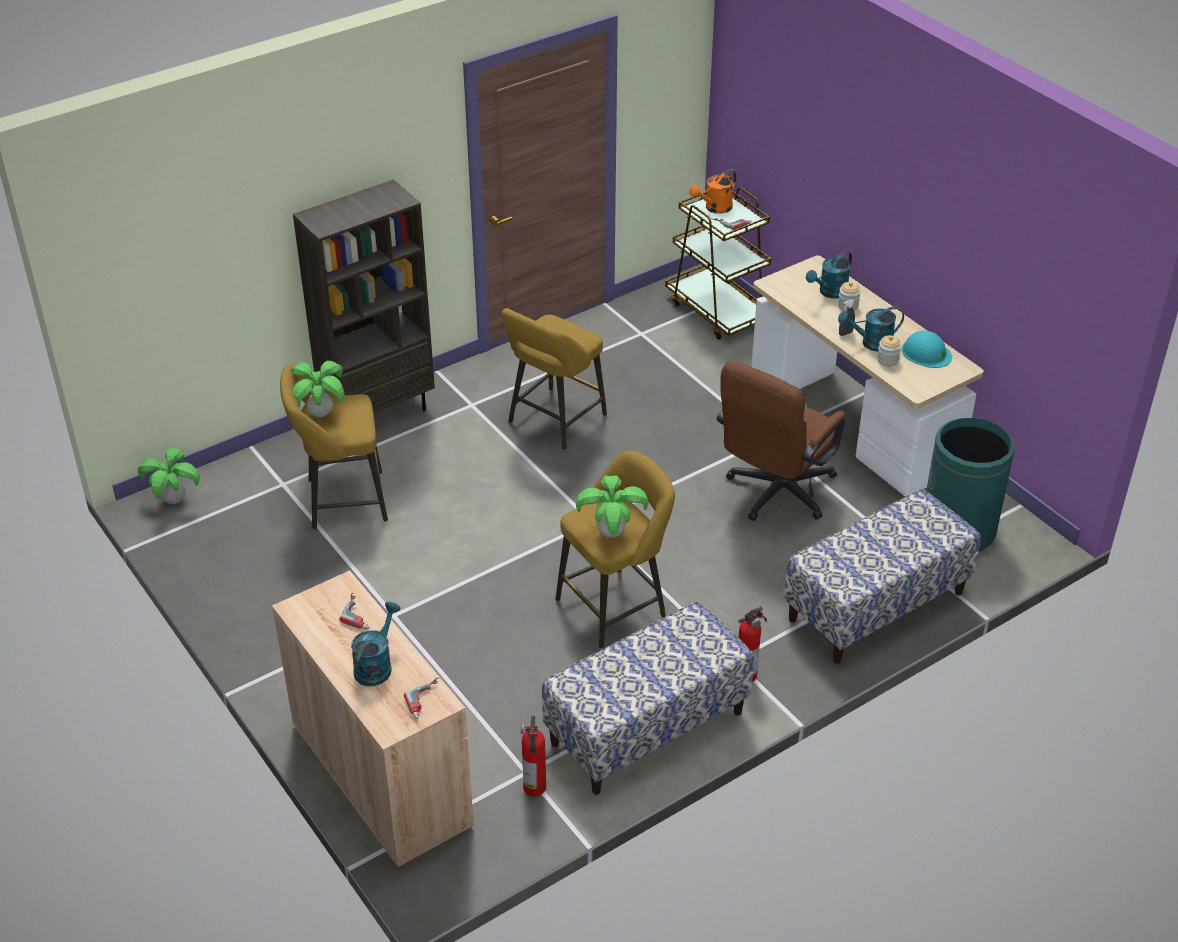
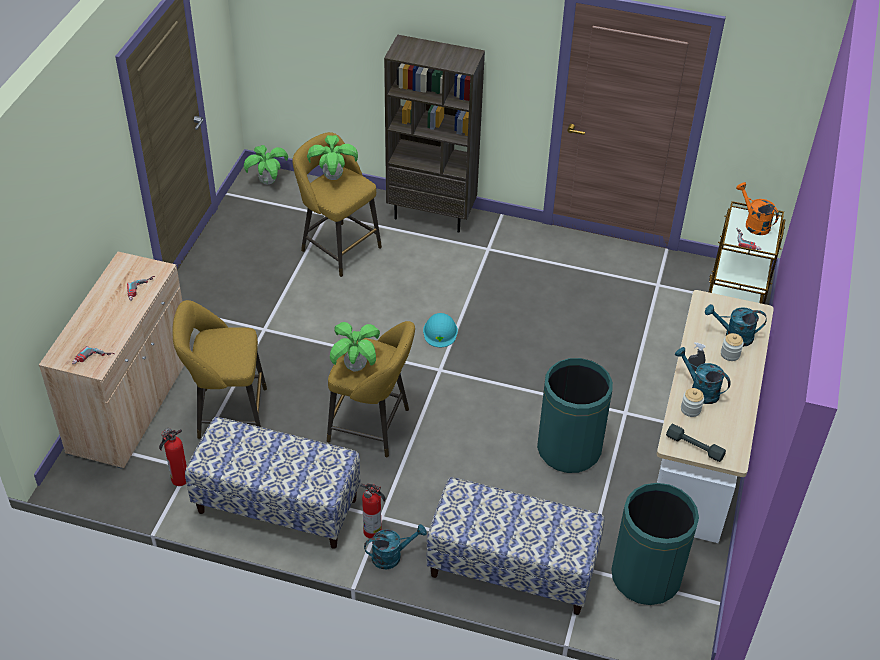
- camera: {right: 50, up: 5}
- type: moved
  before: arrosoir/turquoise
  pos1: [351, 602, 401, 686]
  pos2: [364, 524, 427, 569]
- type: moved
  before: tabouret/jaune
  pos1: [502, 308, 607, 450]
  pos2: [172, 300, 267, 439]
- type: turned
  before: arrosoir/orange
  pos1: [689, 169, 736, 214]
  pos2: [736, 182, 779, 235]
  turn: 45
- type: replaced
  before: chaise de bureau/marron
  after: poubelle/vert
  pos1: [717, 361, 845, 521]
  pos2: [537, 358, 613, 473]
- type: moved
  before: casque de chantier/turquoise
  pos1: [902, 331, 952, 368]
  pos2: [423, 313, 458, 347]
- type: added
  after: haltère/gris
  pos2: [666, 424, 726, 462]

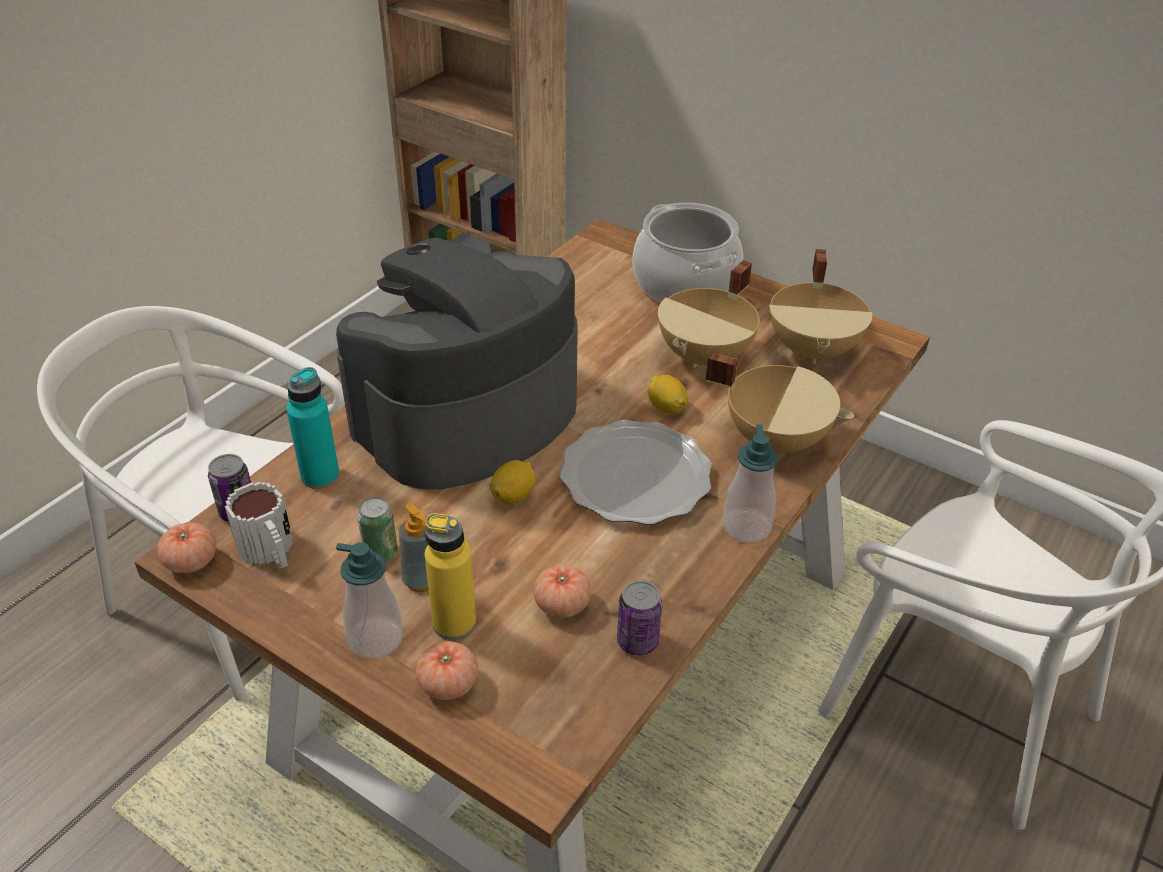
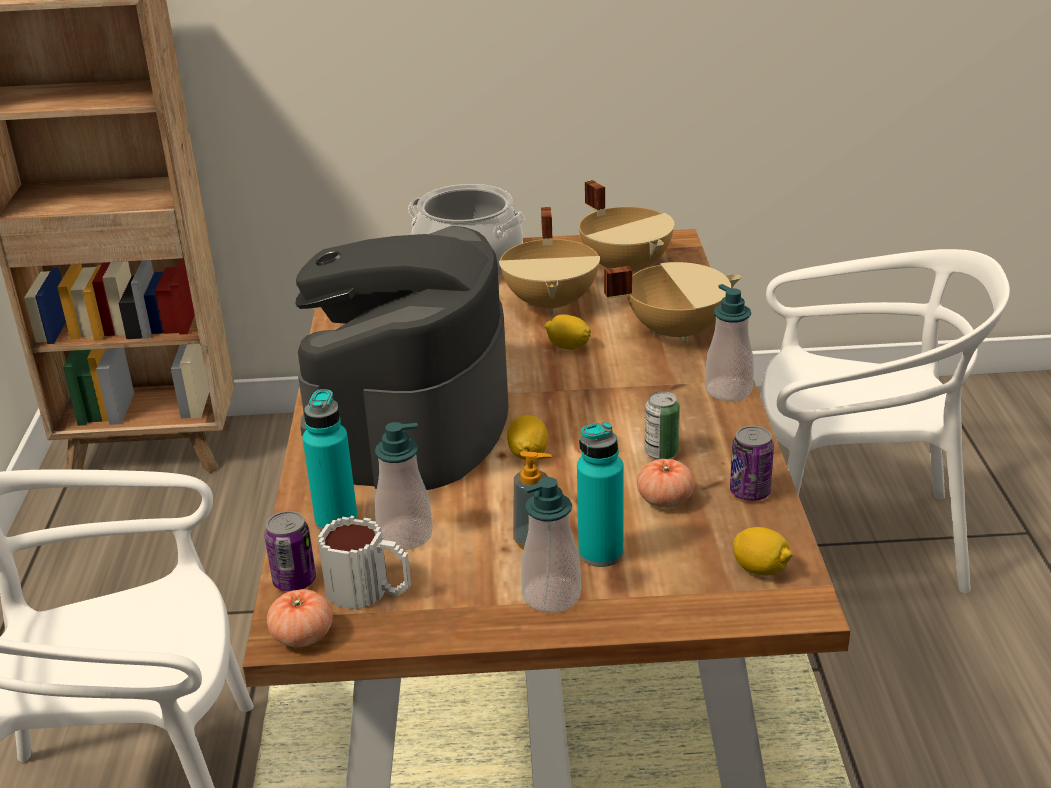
- camera: {right: -35, up: -10}
- type: moved
  before: boîte métallique
  pos1: [357, 497, 398, 562]
  pos2: [645, 391, 680, 459]
- type: removed
  before: tomate
  pos1: [415, 641, 478, 700]
- type: recoloured
  before: bouteille/jaune
  after: bouteille/turquoise
  pos1: [424, 513, 476, 640]
  pos2: [577, 422, 623, 567]
- type: removed
  before: assiette
  pos1: [559, 420, 712, 525]
- type: added
  after: distributeur de savon
  pos2: [375, 422, 433, 550]
- type: added
  after: citron
  pos2: [733, 527, 793, 576]

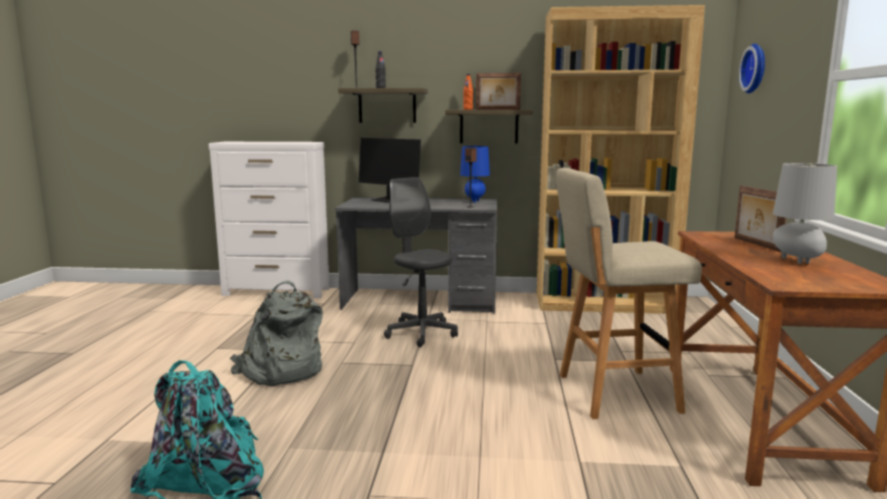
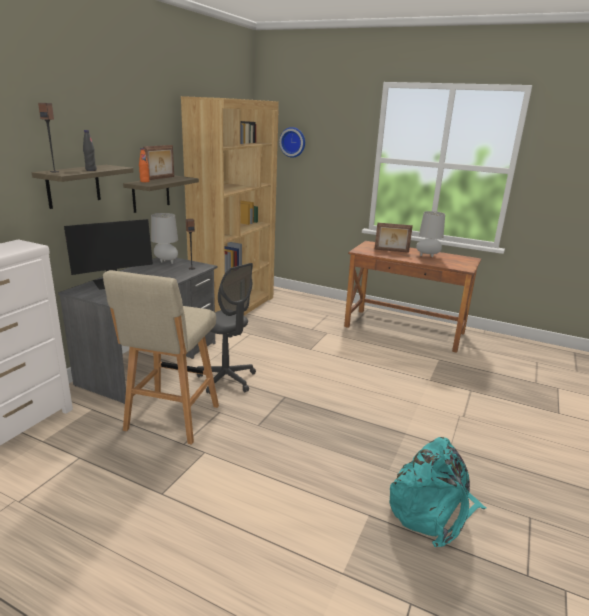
- camera: {right: -70, up: 10}
- type: removed
  before: sac à dos/gris
  pos1: [230, 280, 323, 386]
- type: turned
  before: chaise de bureau/gris
  pos1: [384, 177, 458, 347]
  pos2: [197, 263, 256, 394]
  turn: -120
- type: recoloured
  before: lampe de table/bleu
  after: lampe de table/gris
  pos1: [460, 146, 490, 203]
  pos2: [151, 213, 178, 264]
- type: moved
  before: tabouret/beige
  pos1: [556, 168, 702, 419]
  pos2: [103, 270, 219, 445]

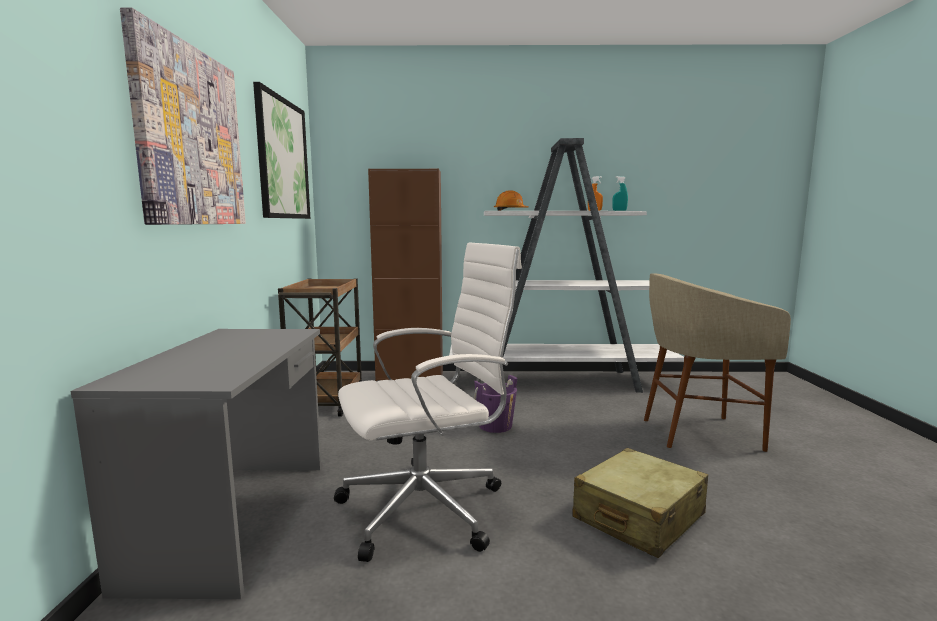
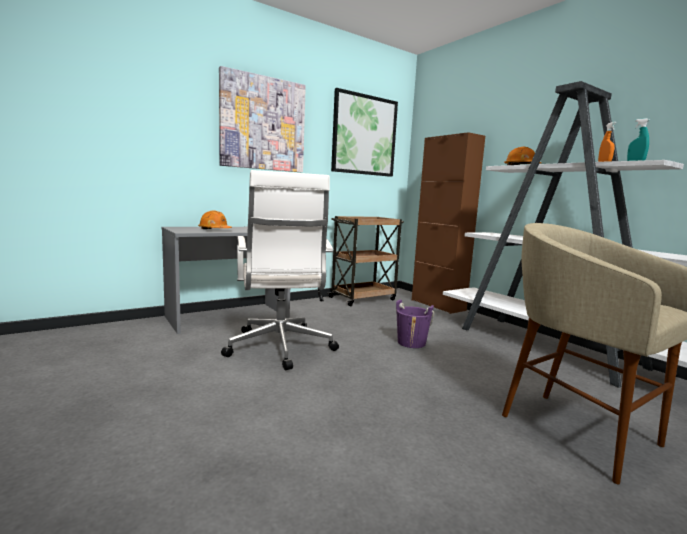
- camera: {right: 55, up: 0}
- type: turned
  before: chaise de bureau/blanc
  pos1: [334, 242, 522, 562]
  pos2: [221, 170, 339, 370]
  turn: 45
- type: removed
  before: valise/beige
  pos1: [572, 448, 708, 558]
- type: added
  after: casque de chantier/orange
  pos2: [198, 210, 232, 229]

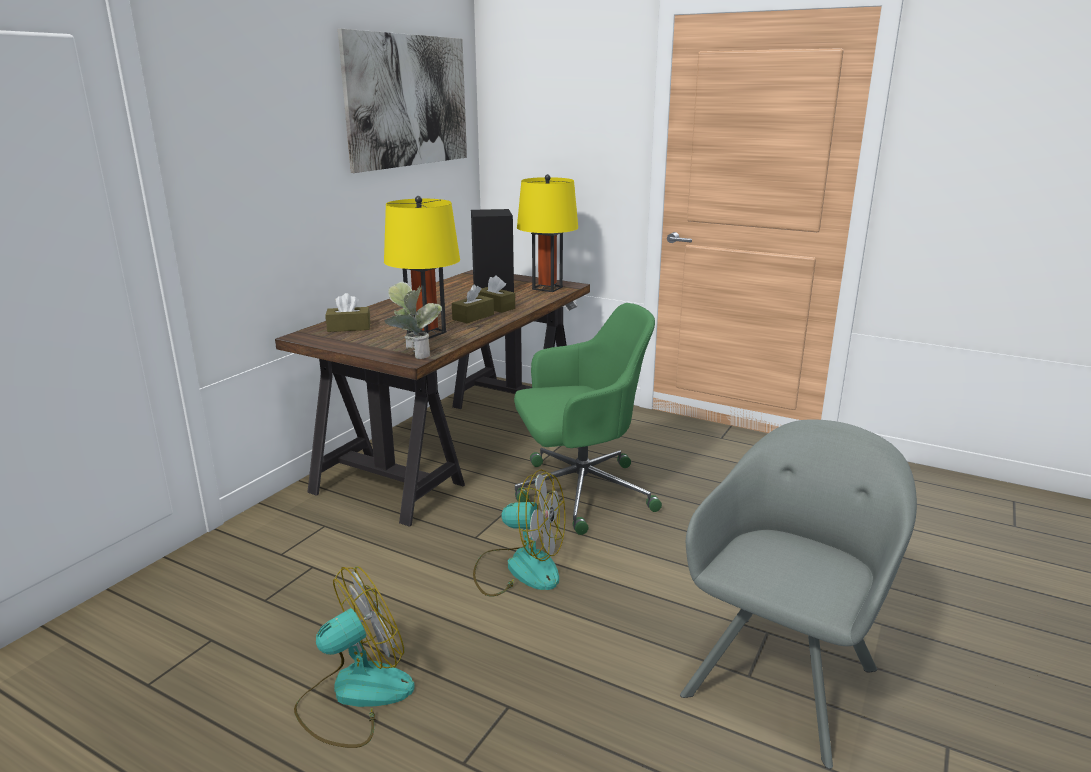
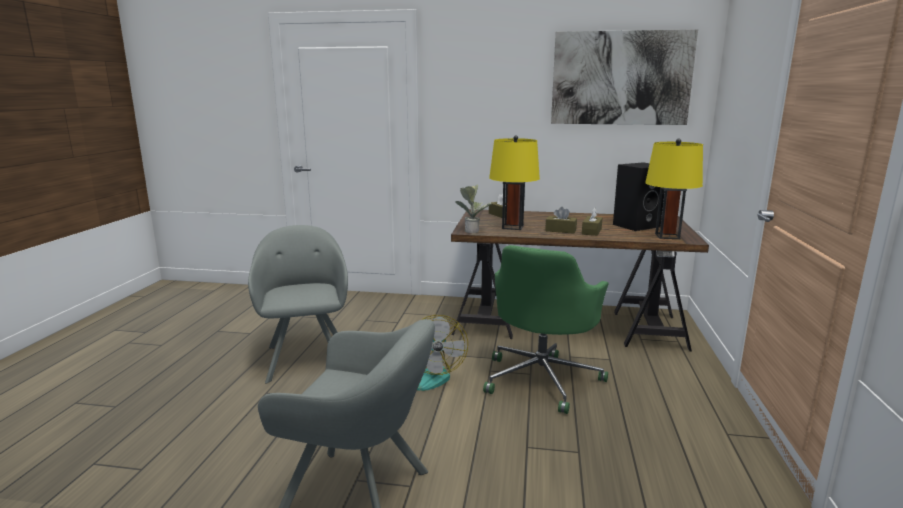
- camera: {right: 70, up: -5}
- type: replaced
  before: ventilateur
  after: fauteuil/gris
  pos1: [294, 566, 415, 748]
  pos2: [248, 225, 348, 383]
- type: turned
  before: chaise de bureau/vert
  pos1: [514, 303, 662, 535]
  pos2: [483, 245, 609, 414]
  turn: 60

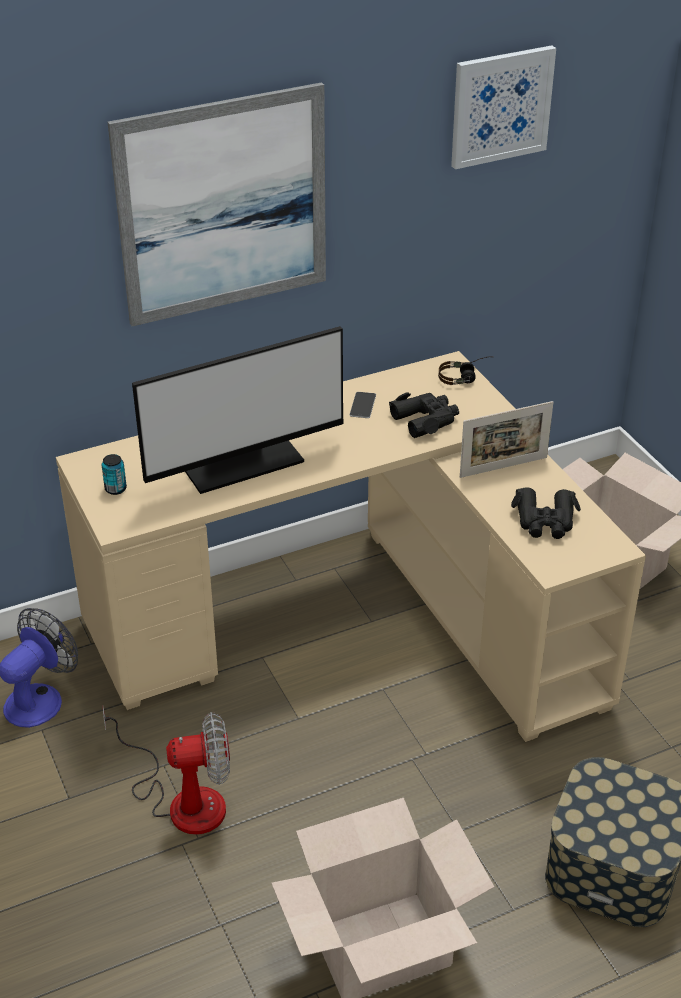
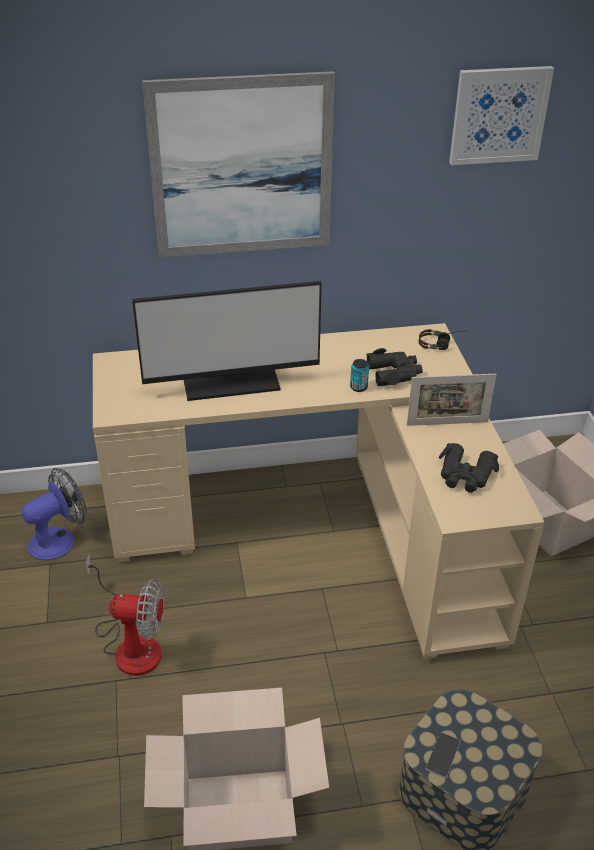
- camera: {right: 15, up: 0}
- type: moved
  before: boîte métallique
  pos1: [102, 454, 127, 495]
  pos2: [350, 359, 369, 392]
- type: moved
  before: téléphone
  pos1: [350, 392, 376, 418]
  pos2: [426, 732, 460, 778]

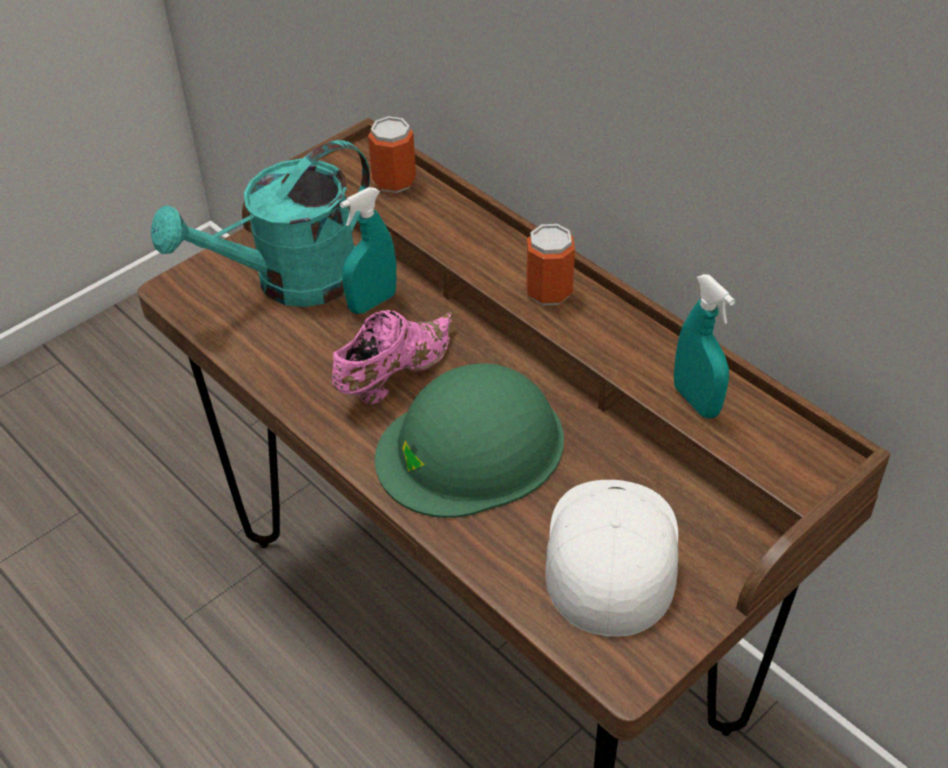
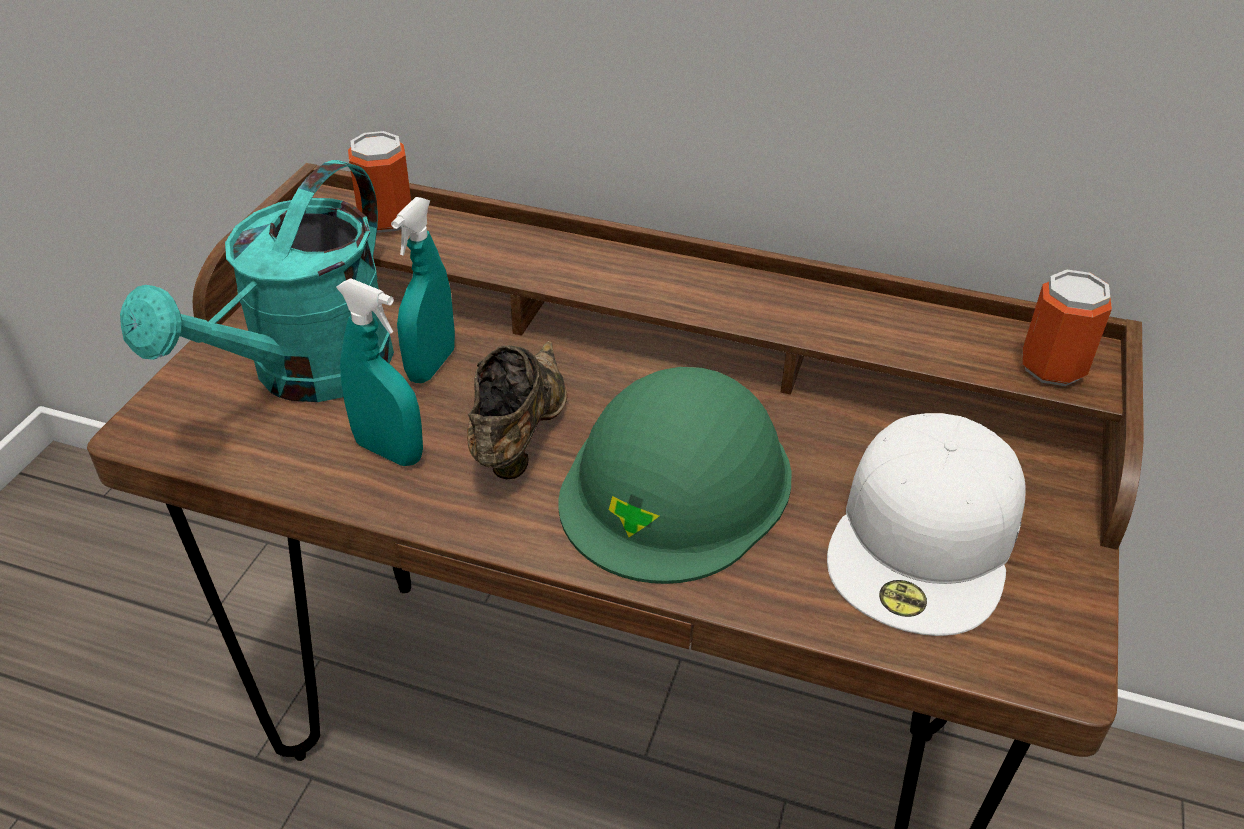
- camera: {right: -30, up: -5}
- type: recoloured
  before: chaussure/rose
  after: chaussure/marron
  pos1: [332, 310, 453, 404]
  pos2: [467, 341, 568, 479]
- type: moved
  before: boîte métallique
  pos1: [526, 224, 575, 305]
  pos2: [1022, 270, 1112, 386]
- type: turned
  before: casquette/blanc
  pos1: [546, 480, 678, 637]
  pos2: [827, 413, 1026, 636]
  turn: -135
- type: moved
  before: vaporisateur/turquoise
  pos1: [674, 274, 735, 419]
  pos2: [336, 278, 423, 466]

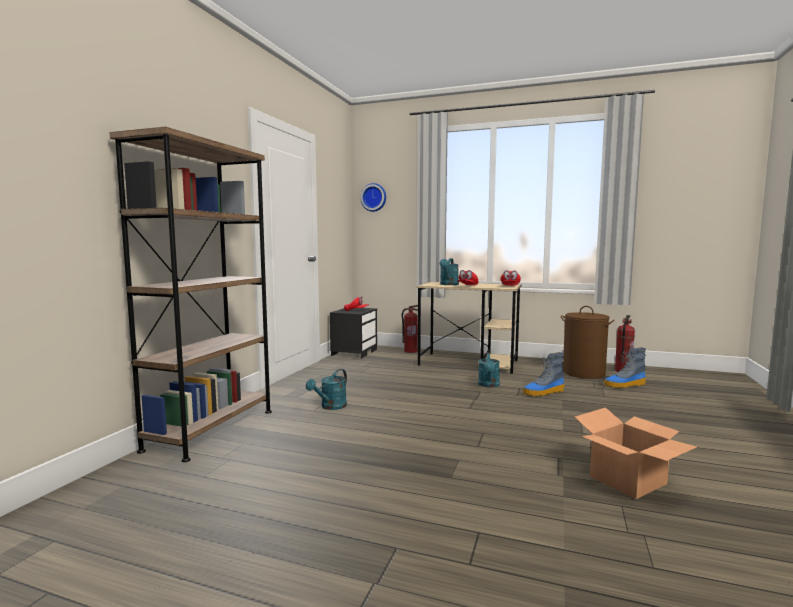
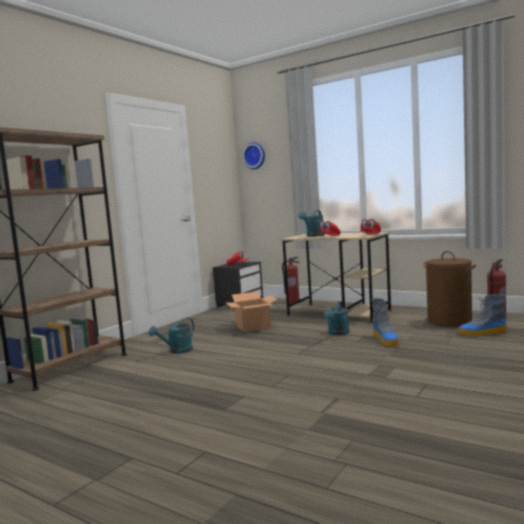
- camera: {right: 15, up: 0}
- type: turned
  before: botte
  pos1: [523, 352, 564, 397]
  pos2: [371, 298, 399, 347]
  turn: -90
- type: moved
  before: carton
  pos1: [575, 407, 697, 499]
  pos2: [226, 291, 278, 332]

